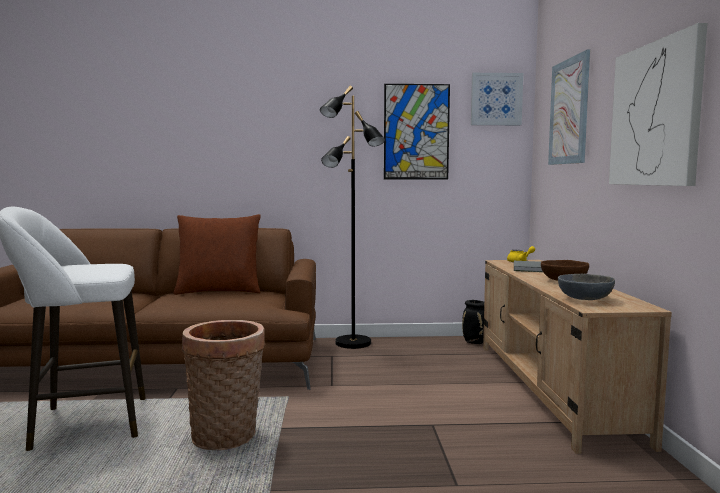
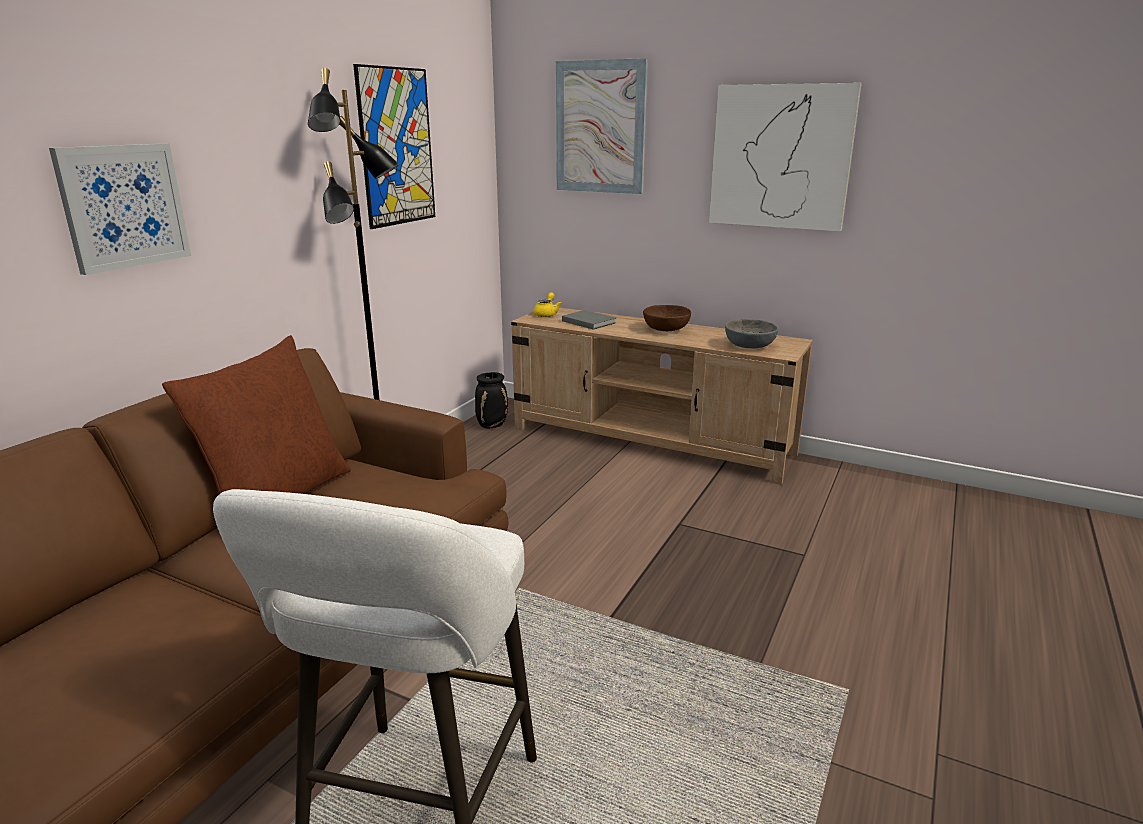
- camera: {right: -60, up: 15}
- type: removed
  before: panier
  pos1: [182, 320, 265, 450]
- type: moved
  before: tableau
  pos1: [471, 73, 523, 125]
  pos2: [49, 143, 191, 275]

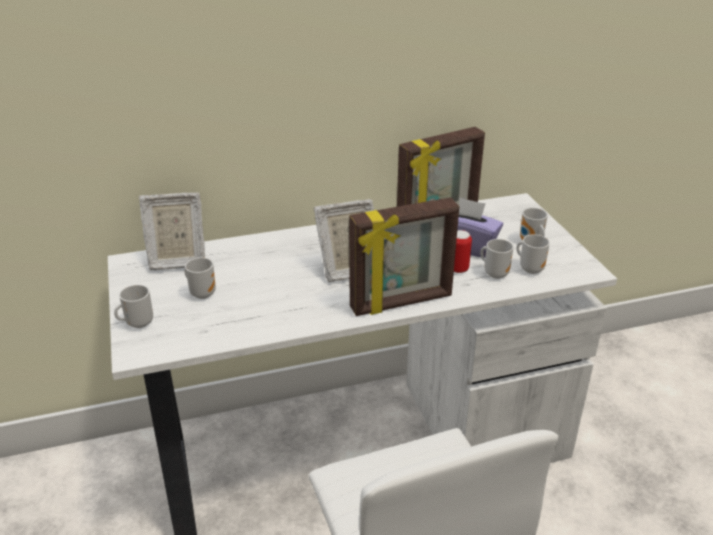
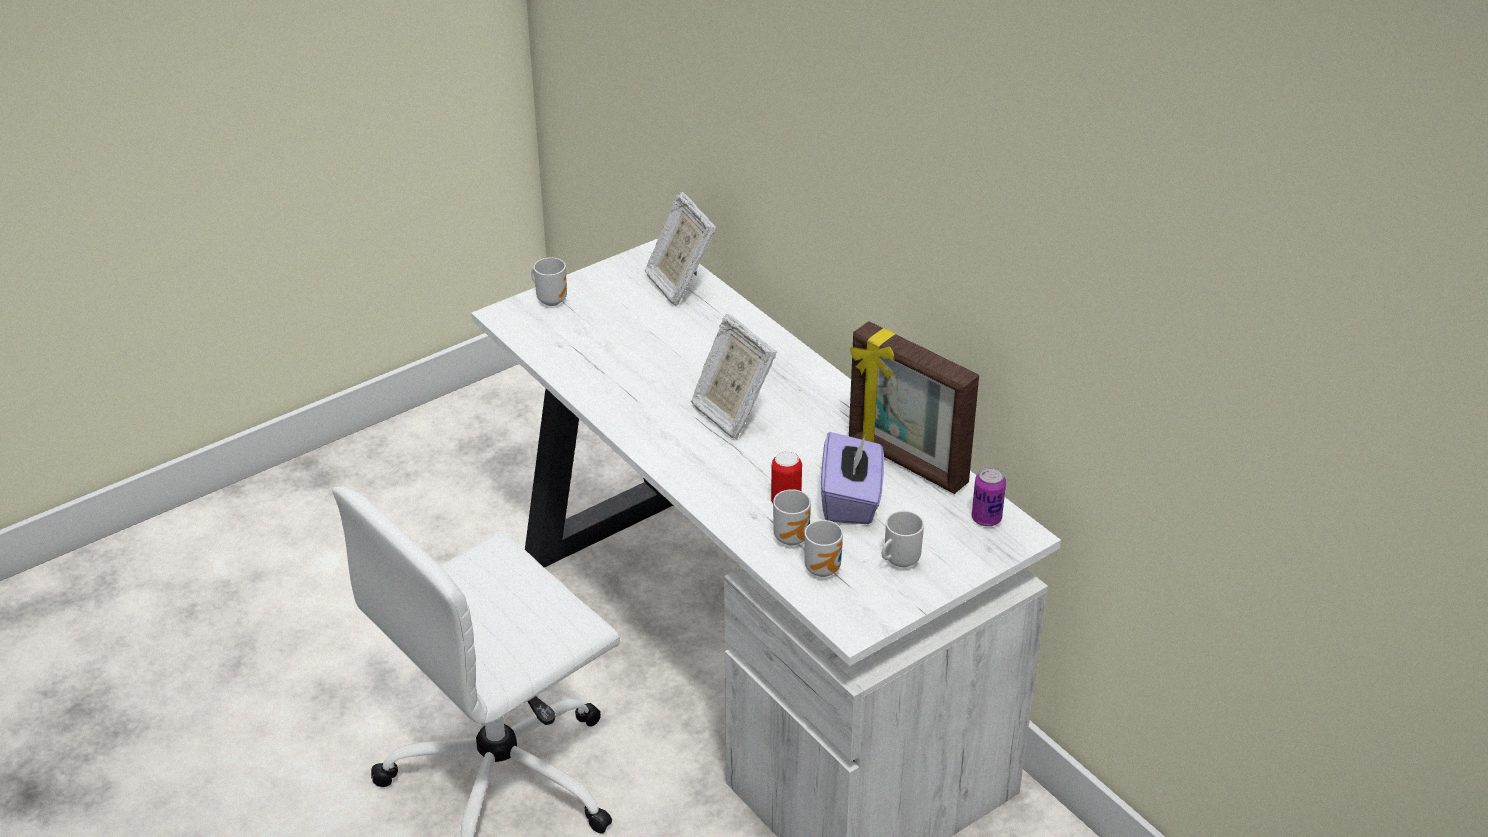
- camera: {right: 70, up: 5}
- type: removed
  before: mug
  pos1: [184, 258, 216, 299]
- type: removed
  before: cadre photo
  pos1: [349, 197, 459, 316]
- type: added
  after: boîte métallique
  pos2: [972, 467, 1006, 526]

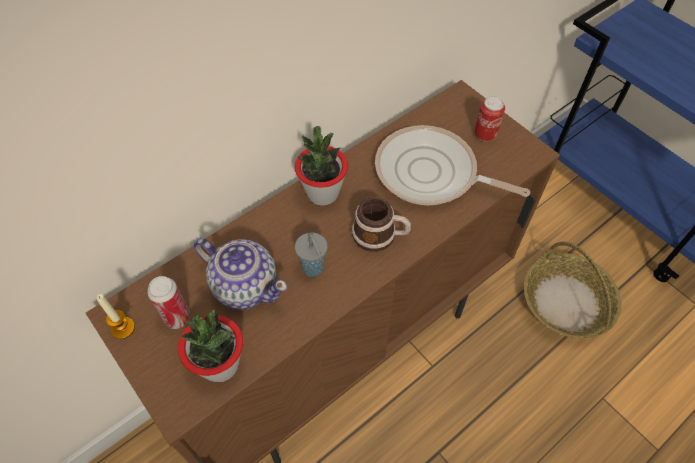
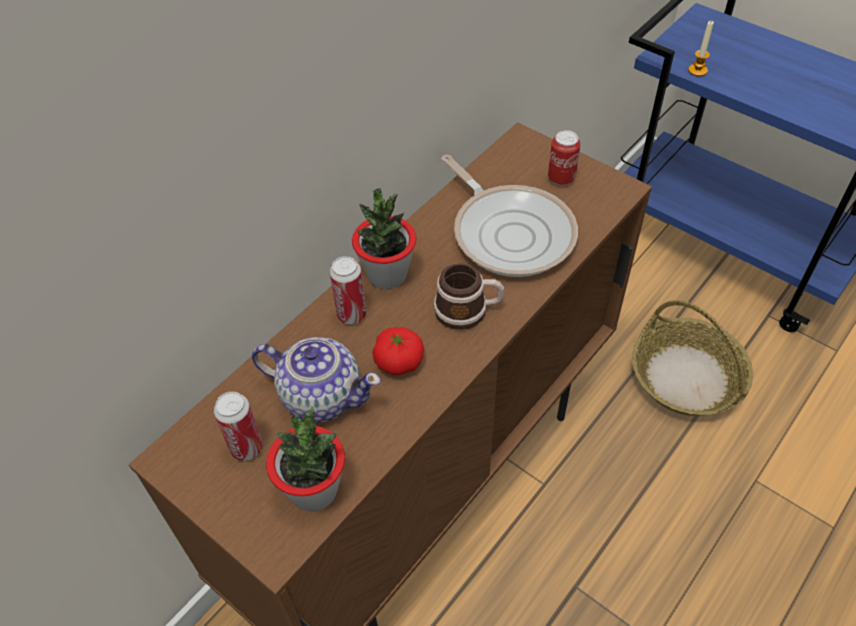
- camera: {right: -10, up: -5}
- type: moved
  before: bougie
  pos1: [97, 294, 135, 339]
  pos2: [688, 21, 714, 77]
- type: replaced
  before: tasse/gris
  after: tomate
  pos1: [295, 233, 328, 277]
  pos2: [372, 327, 424, 375]
- type: turned
  before: poêle
  pos1: [375, 125, 530, 205]
  pos2: [441, 155, 578, 277]
  turn: -135
- type: added
  after: boîte métallique
  pos2: [330, 256, 366, 325]

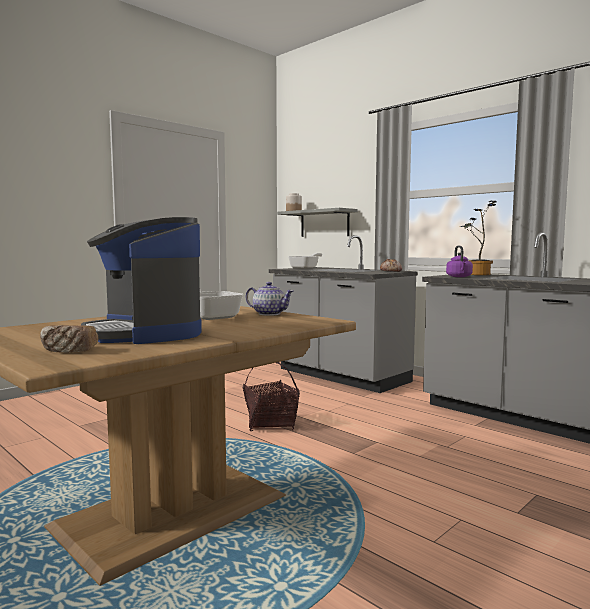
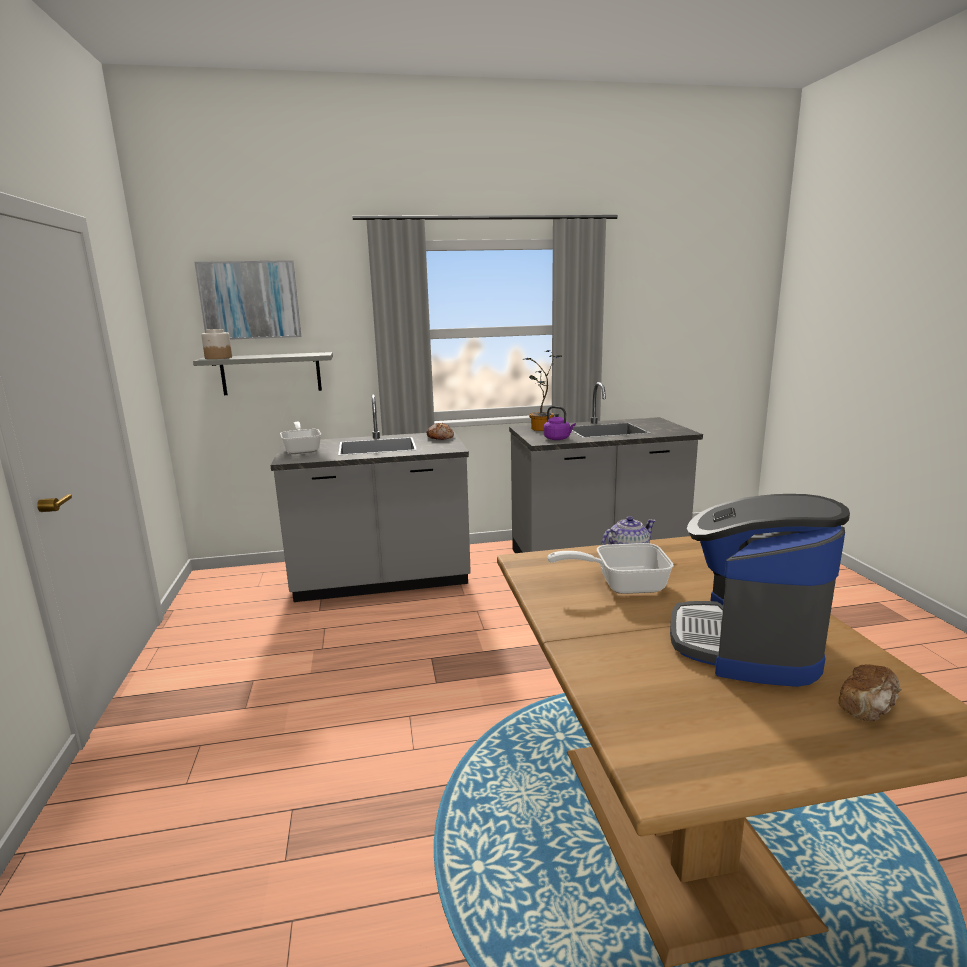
- camera: {right: -55, up: 10}
- type: turned
  before: machine à café
  pos1: [81, 217, 202, 344]
  pos2: [670, 494, 850, 687]
  turn: 105
- type: removed
  before: panier
  pos1: [243, 362, 300, 431]
- type: added
  after: tableau
  pos2: [194, 260, 301, 340]

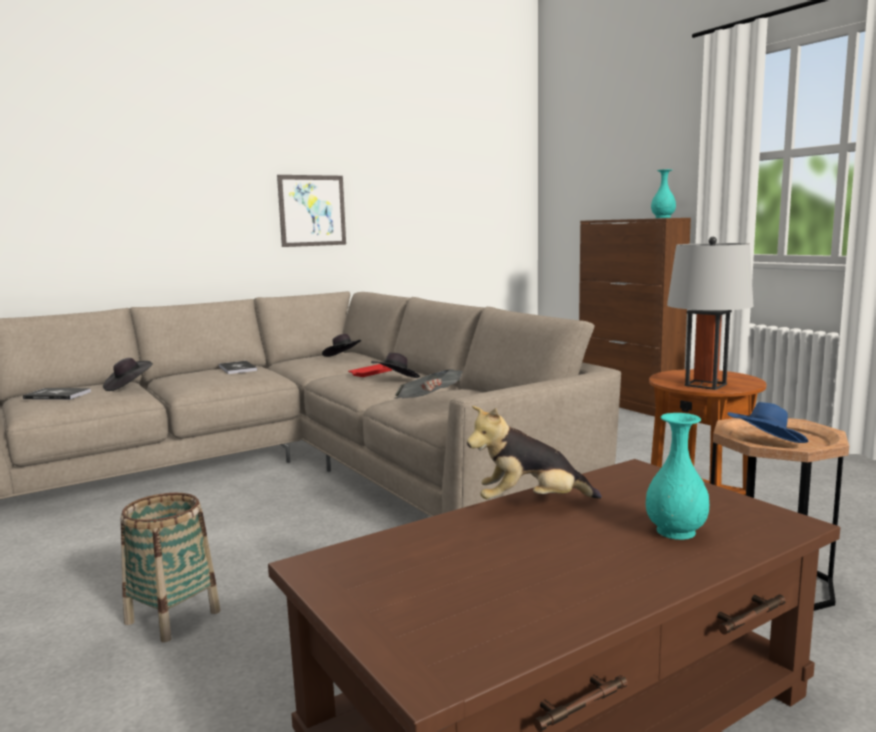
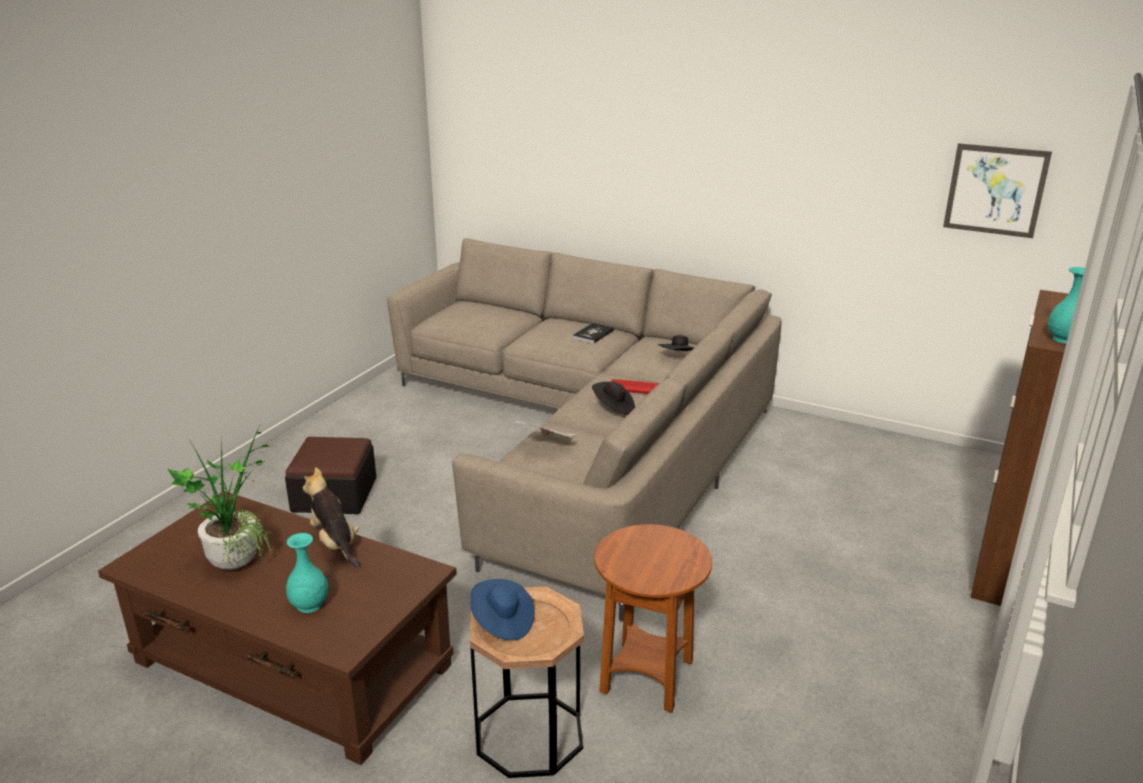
- camera: {right: 60, up: 15}
- type: removed
  before: livre
  pos1: [23, 388, 91, 400]
- type: removed
  before: chapeau/noir
  pos1: [103, 358, 153, 391]
- type: replaced
  before: panier
  after: pouf
  pos1: [121, 493, 221, 642]
  pos2: [285, 437, 376, 514]
- type: moved
  before: tableau
  pos1: [277, 175, 346, 247]
  pos2: [943, 143, 1052, 238]
- type: removed
  before: lampe de table/gris
  pos1: [667, 237, 754, 390]
- type: added
  after: plante en pot
  pos2: [167, 421, 272, 570]

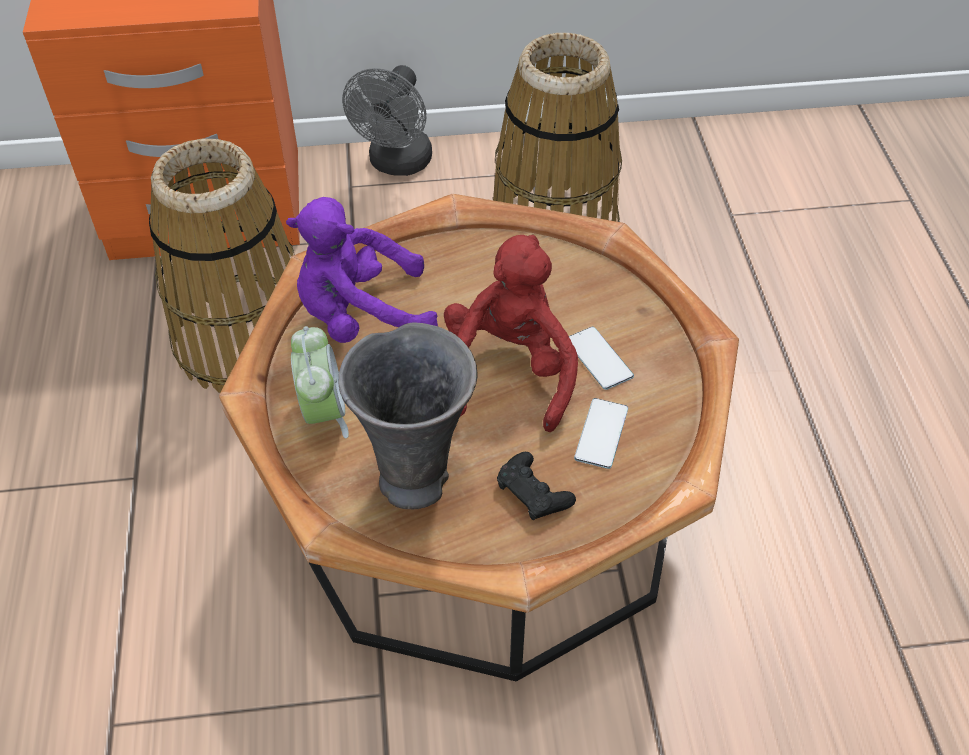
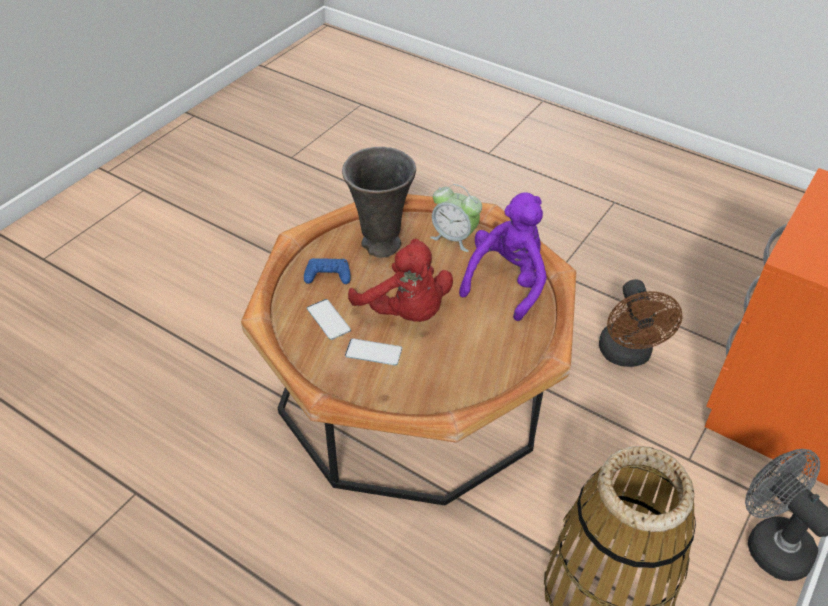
- camera: {right: 130, up: -5}
- type: replaced
  before: panier
  after: ventilateur/marron
  pos1: [149, 139, 295, 393]
  pos2: [599, 279, 683, 367]
- type: recoloured
  before: manette/noir
  after: manette/bleu
  pos1: [497, 452, 576, 520]
  pos2: [304, 258, 351, 284]

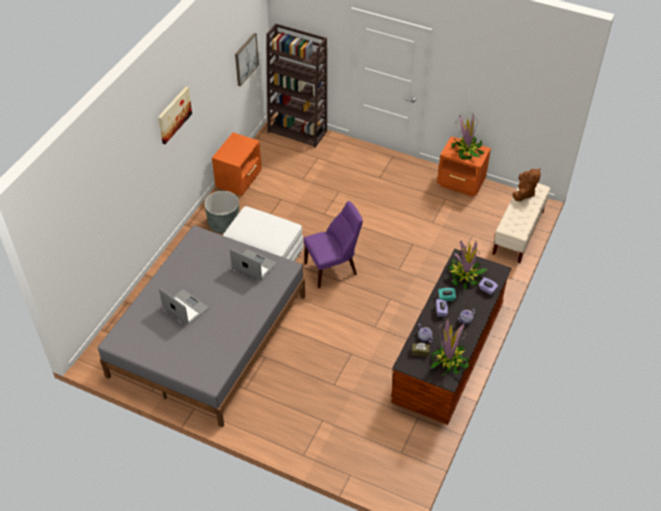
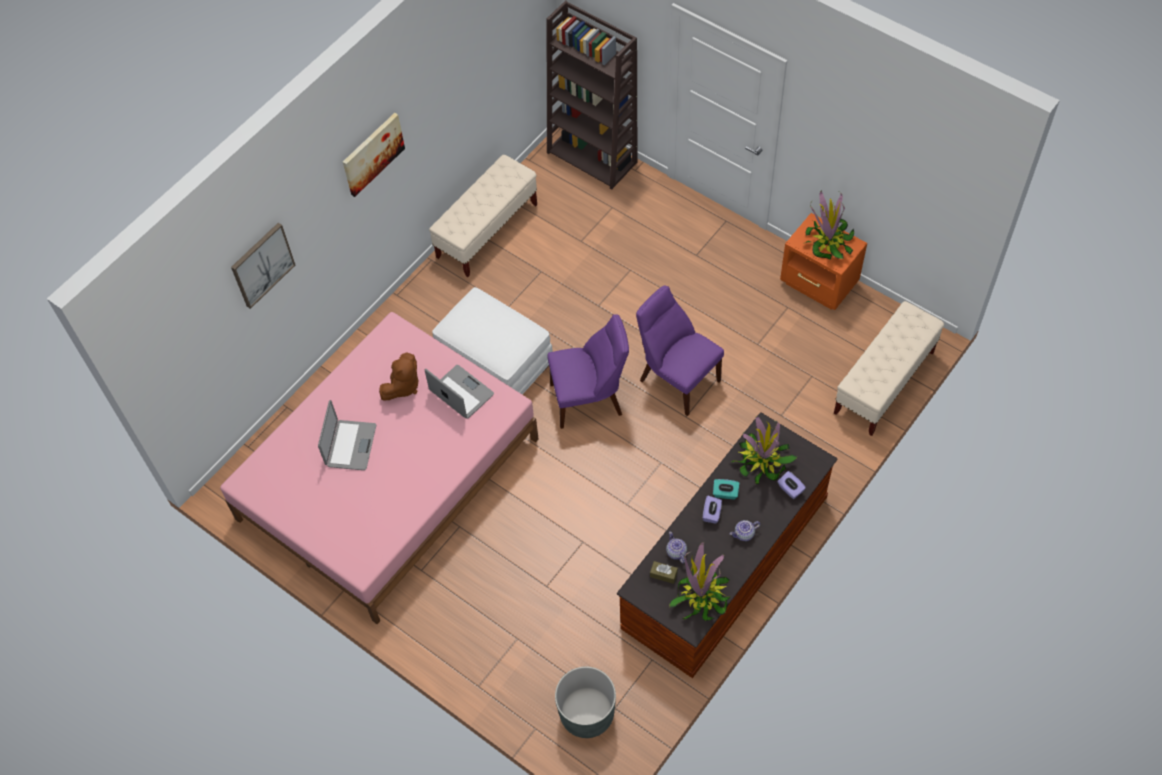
- camera: {right: 15, up: 10}
- type: recoloured
  before: lit/gris
  after: lit/rose
  pos1: [98, 226, 305, 428]
  pos2: [220, 312, 539, 624]
- type: turned
  before: ordinateur portable
  pos1: [159, 288, 208, 325]
  pos2: [318, 400, 376, 470]
  turn: 45
- type: moved
  before: cache-pot/gris
  pos1: [204, 191, 239, 234]
  pos2: [555, 667, 616, 738]
- type: replaced
  before: table de chevet/orange
  after: banc/beige
  pos1: [212, 132, 262, 196]
  pos2: [429, 155, 537, 277]
- type: moved
  before: tableau
  pos1: [235, 33, 259, 87]
  pos2: [231, 223, 295, 309]
- type: moved
  before: peluche/marron
  pos1: [513, 168, 541, 201]
  pos2: [379, 353, 419, 400]
- type: added
  after: chaise/violet
  pos2: [636, 285, 724, 416]

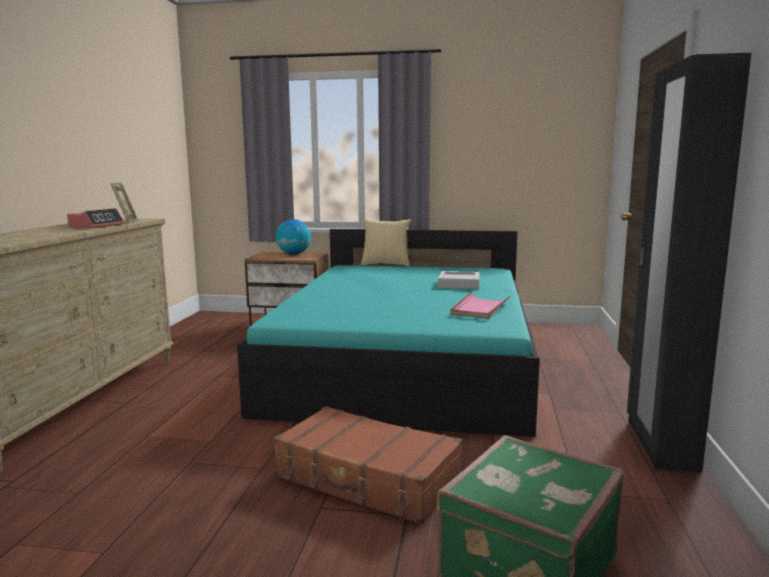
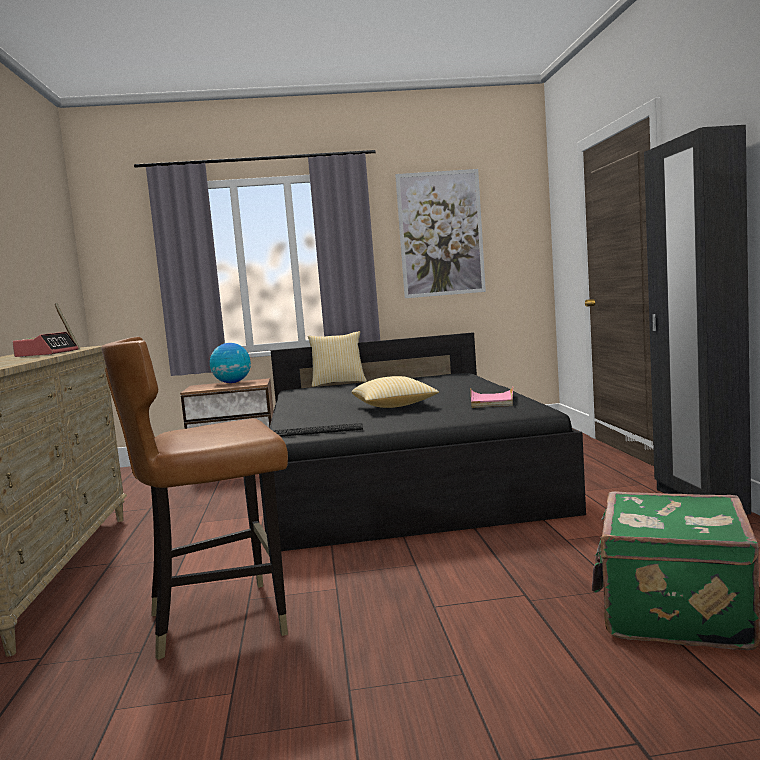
- camera: {right: -15, up: -5}
- type: recoloured
  before: lit/turquoise
  after: lit/noir
  pos1: [237, 229, 540, 437]
  pos2: [259, 332, 586, 551]
- type: removed
  before: valise/marron
  pos1: [273, 406, 462, 525]
- type: removed
  before: plateau/gris
  pos1: [438, 271, 480, 289]
- type: added
  after: chaise/marron
  pos2: [101, 337, 288, 660]
- type: added
  after: clavier
  pos2: [272, 423, 363, 437]
- type: added
  after: coussin
  pos2: [352, 376, 439, 408]
- type: added
  after: tableau
  pos2: [395, 169, 486, 298]

